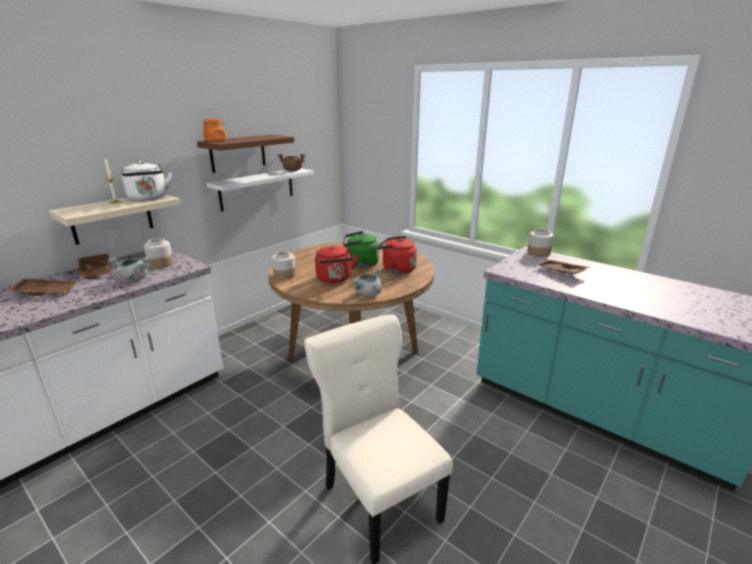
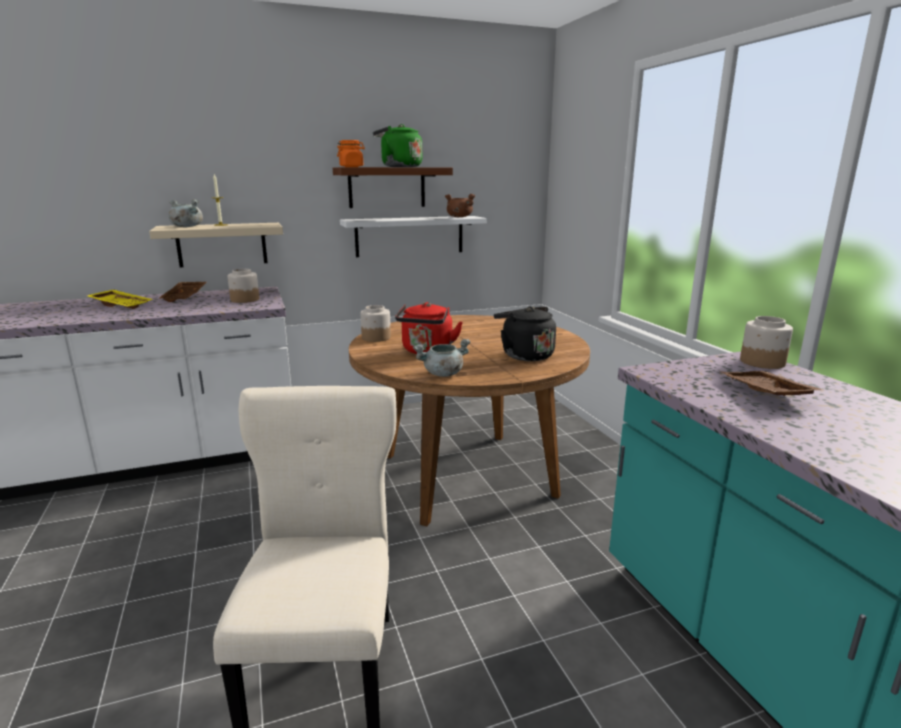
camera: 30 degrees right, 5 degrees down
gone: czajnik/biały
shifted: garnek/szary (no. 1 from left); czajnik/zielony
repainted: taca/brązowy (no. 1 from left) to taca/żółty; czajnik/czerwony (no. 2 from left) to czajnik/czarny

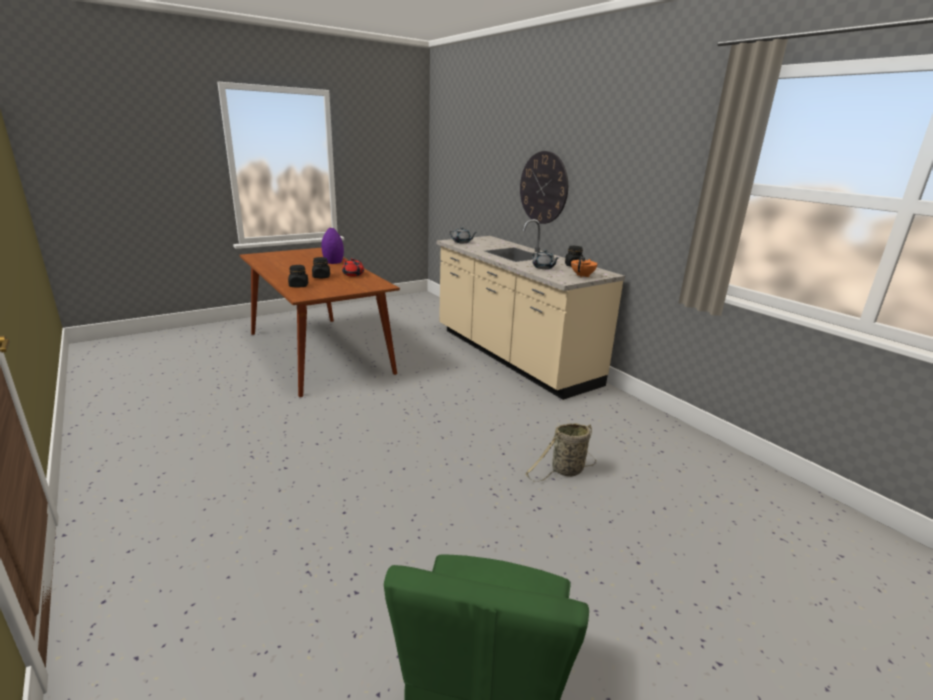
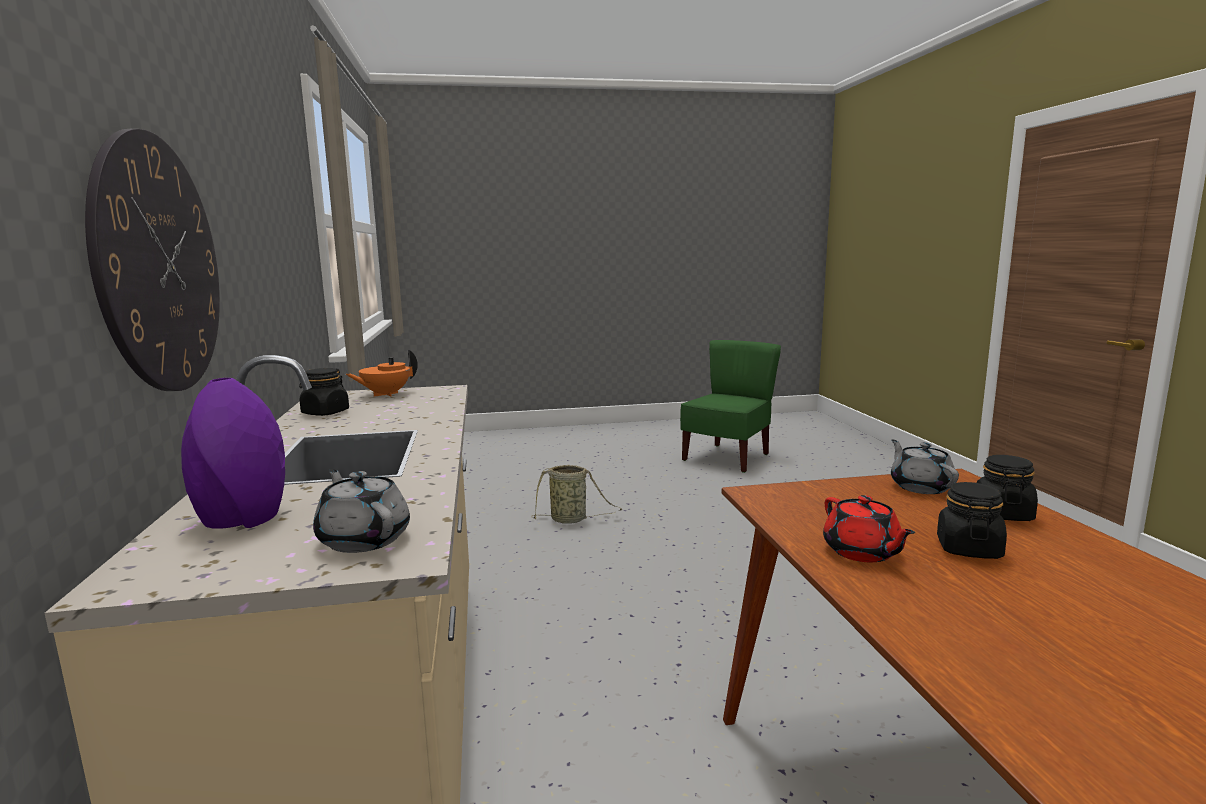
camera: 155 degrees left, 10 degrees down
shifted: wazon/fioletowy; imbryk/szary (no. 2 from left)

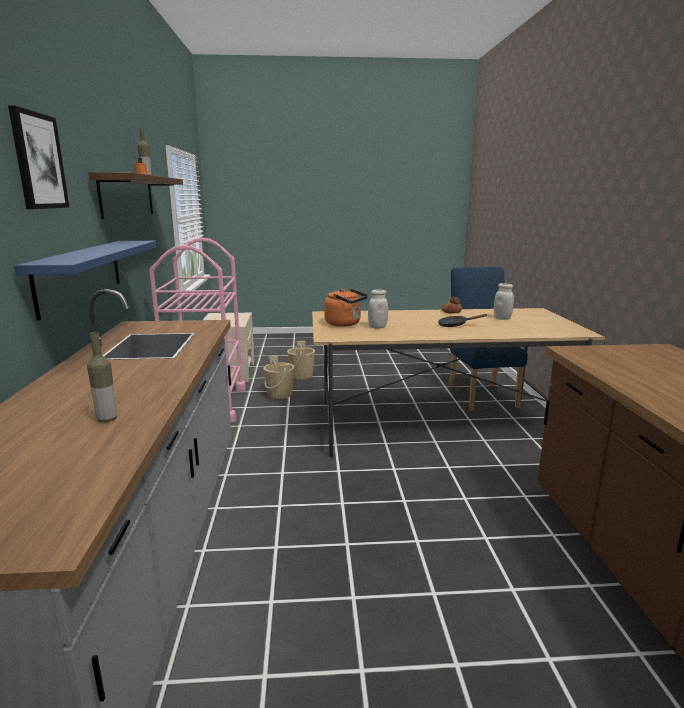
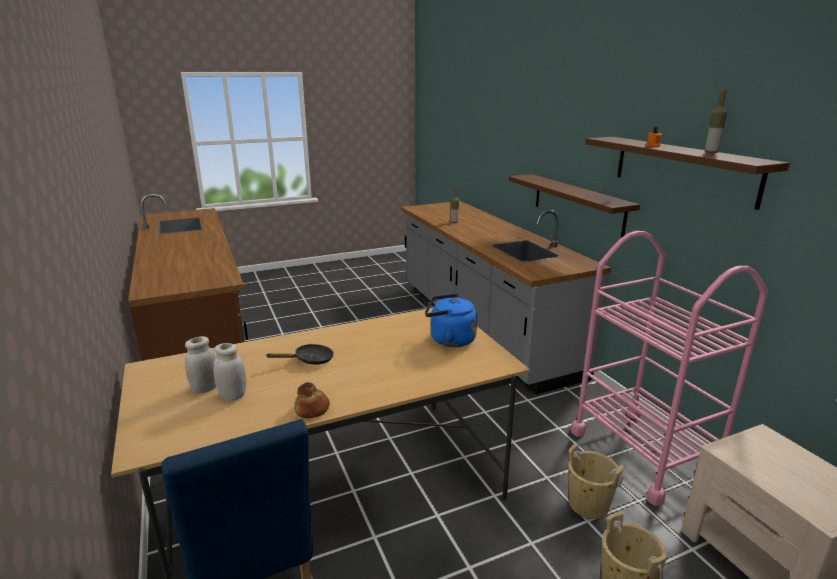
camera: 160 degrees right, 5 degrees up
gone: obraz
shifted: słoik/biały (no. 1 from left)
repainted: półka/niebieski to półka/brązowy (no. 1 from left); czajnik/pomarańczowy to czajnik/niebieski

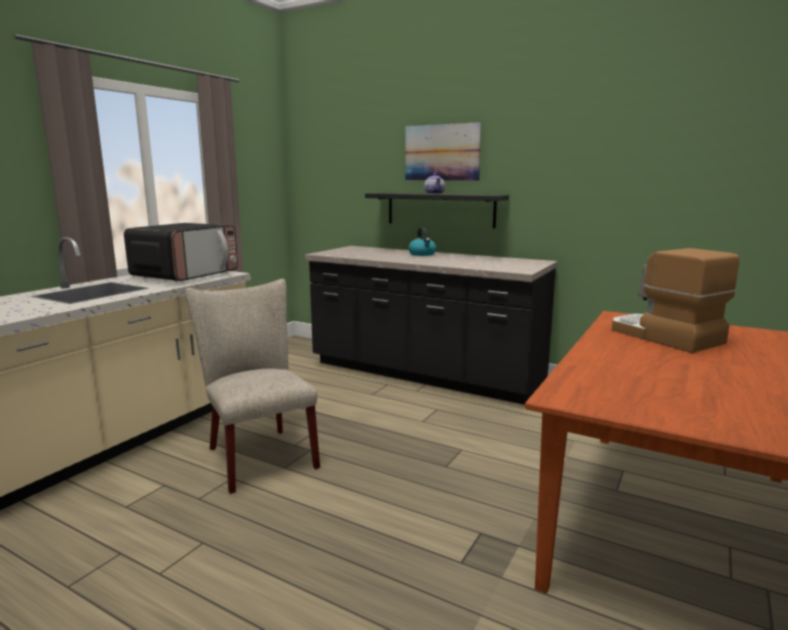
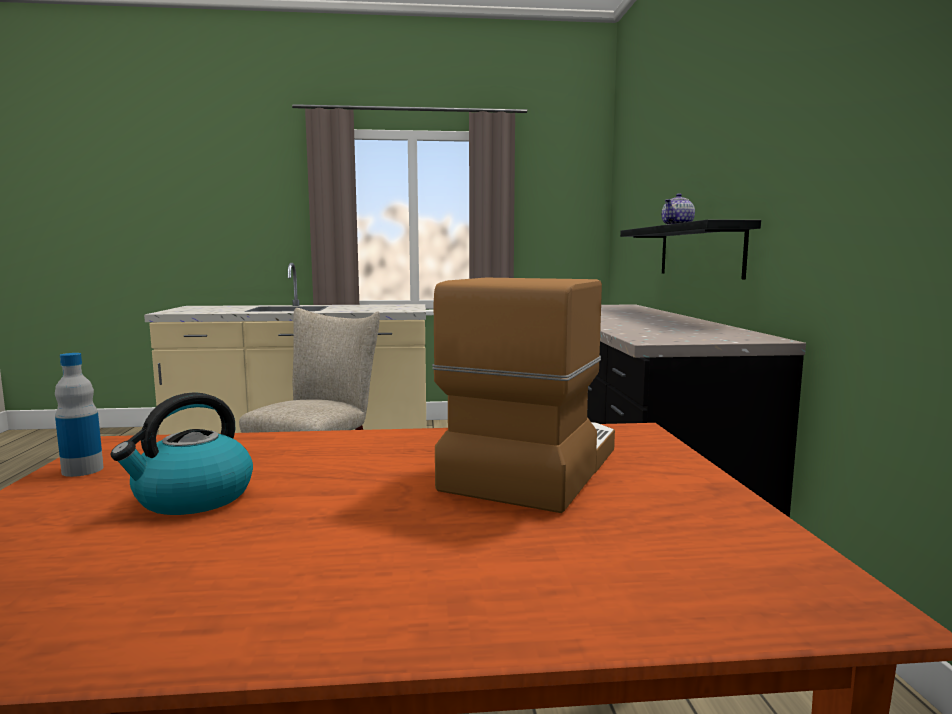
camera: 55 degrees right, 5 degrees down
gone: mikrofalówka; obraz
new: butelka
shifted: czajnik

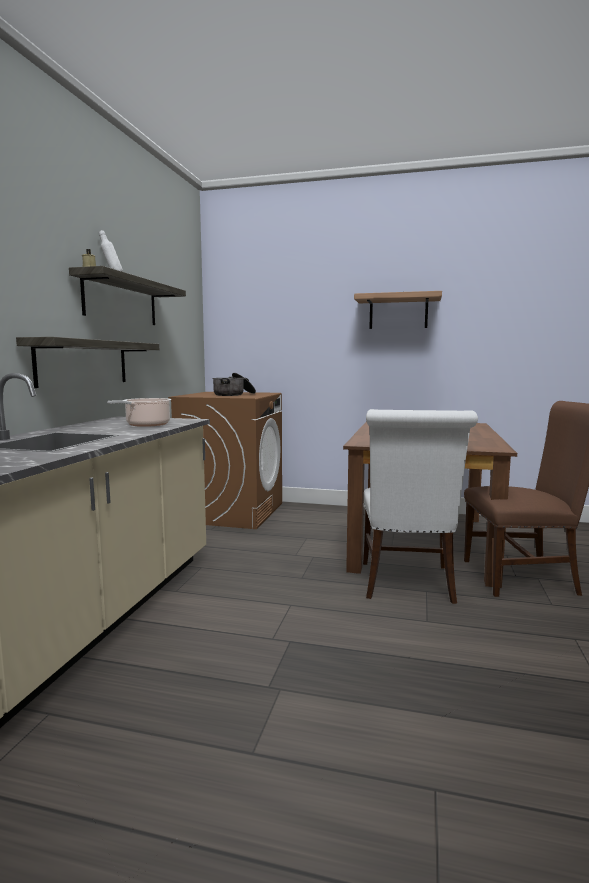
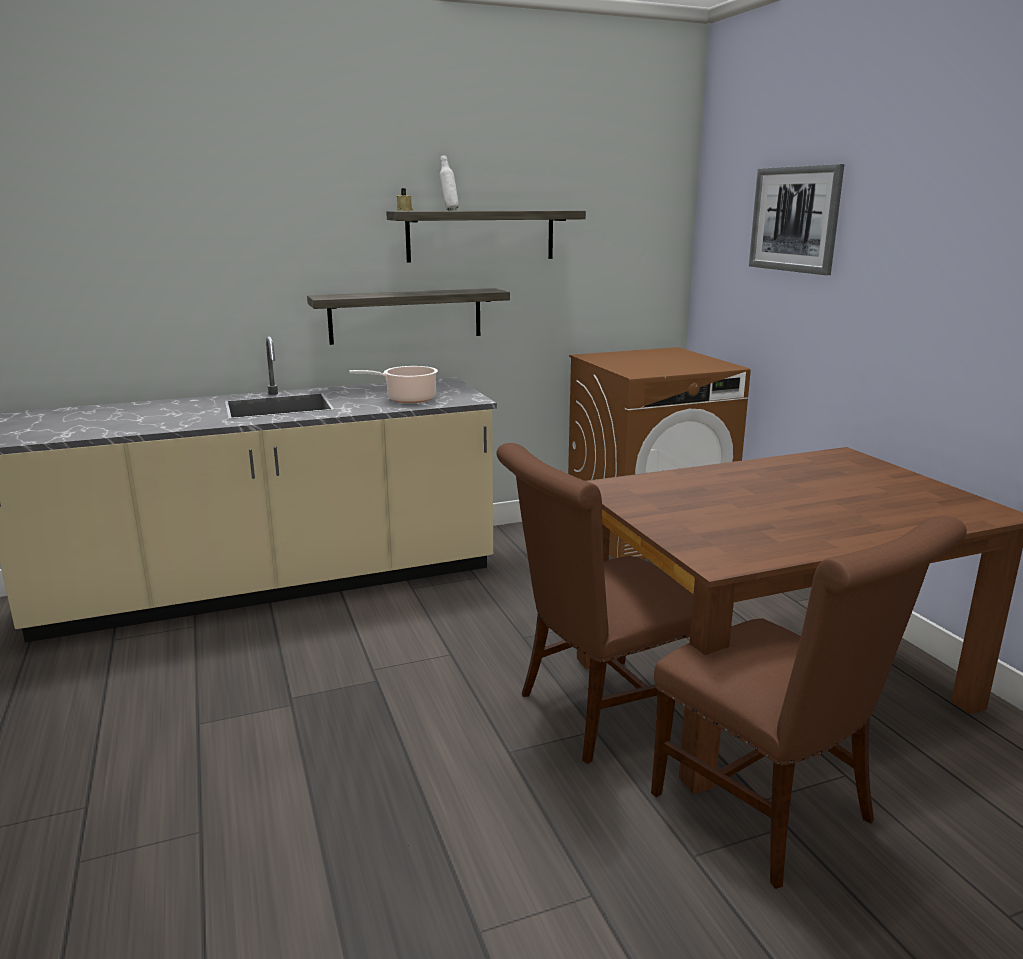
camera: 55 degrees right, 10 degrees up
gone: garnek (no. 2 from left); półka (no. 3 from left)
new: obraz
repainted: krzesło/biały to krzesło/brązowy (no. 1 from left)

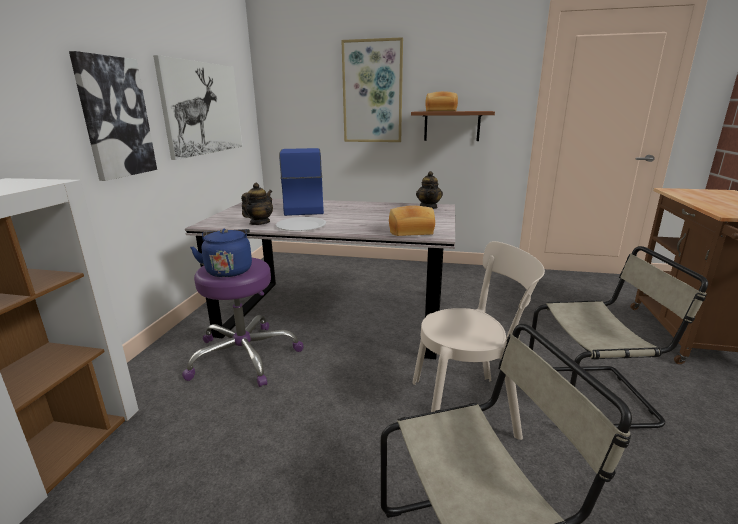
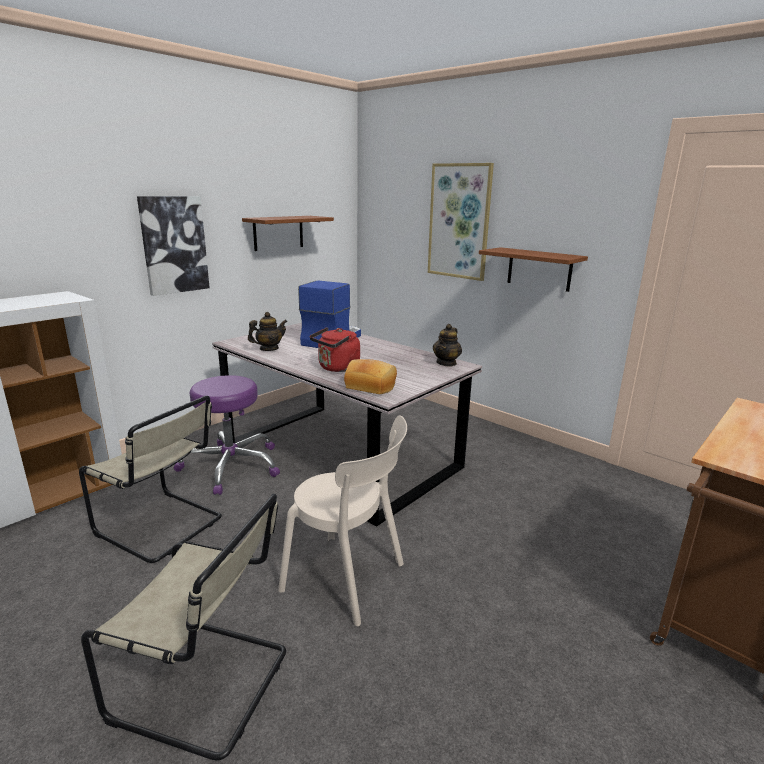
camera: 30 degrees right, 0 degrees up
gone: czajnik/niebieski; talerz/biały; chleb (no. 2 from left)
new: czajnik/czerwony
shifted: krzesło/beżowy (no. 3 from left in the first image) to krzesło/beżowy (no. 1 from left)
swapped: obraz (no. 2 from left) to półka/brązowy (no. 1 from left)

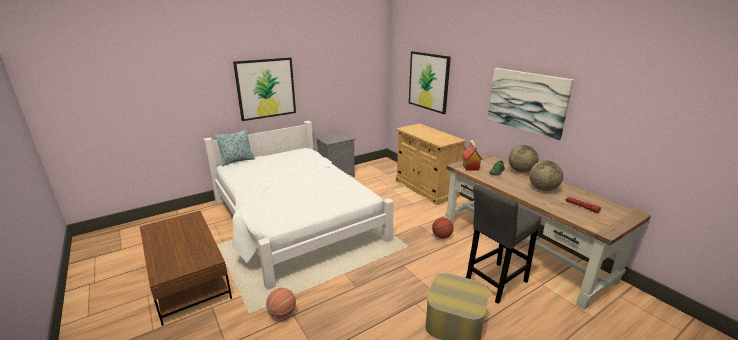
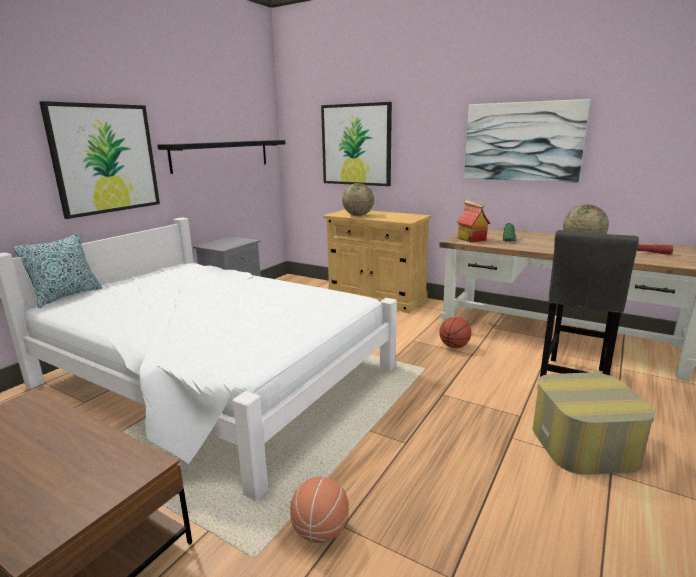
camera: 25 degrees left, 5 degrees down
new: półka/czarny
shifted: globus (no. 1 from left)

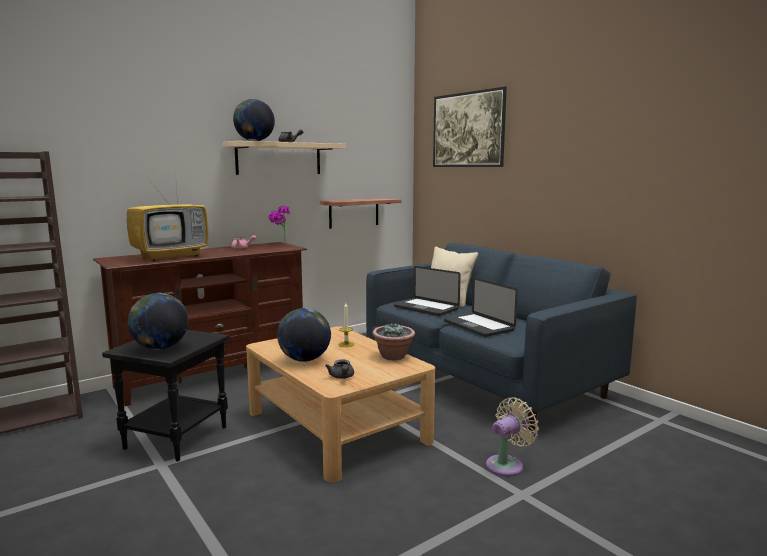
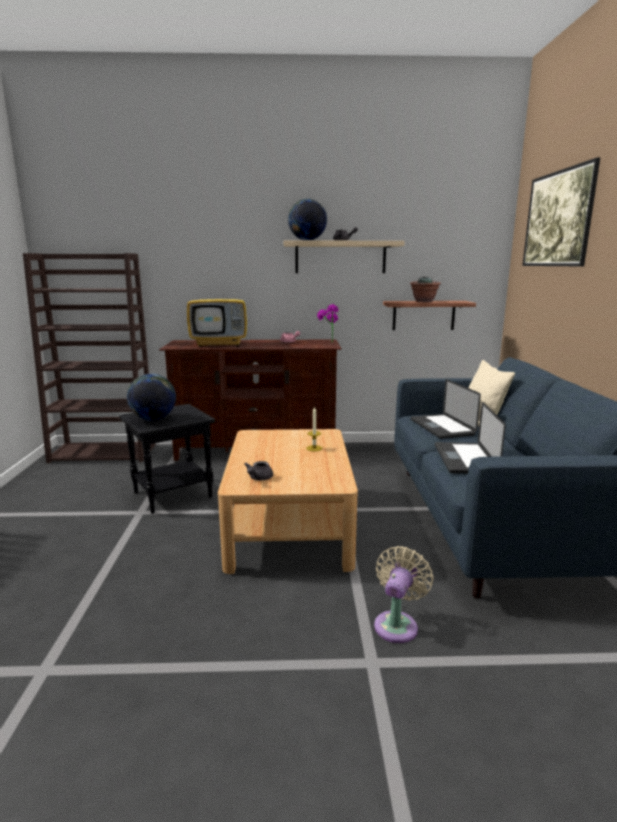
camera: 35 degrees right, 5 degrees up
gone: globus (no. 3 from left)
shifted: roślina doniczkowa (no. 2 from left)
rotated: wentylator/beżowy 60 degrees counterclockwise

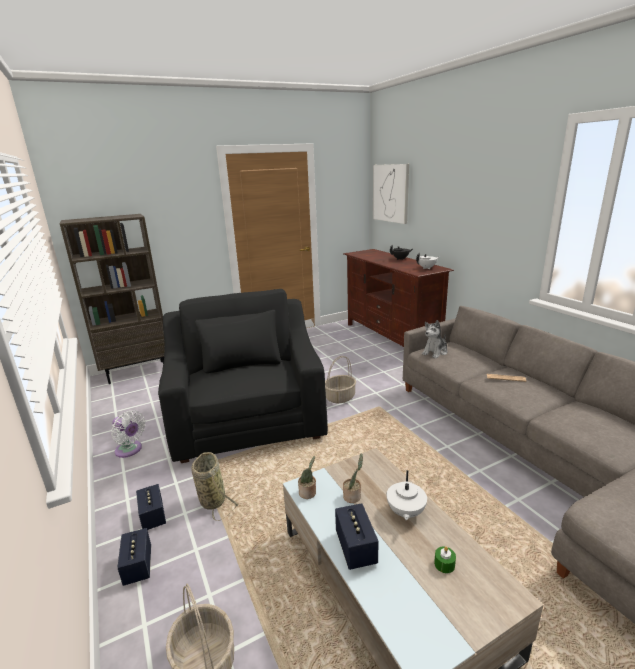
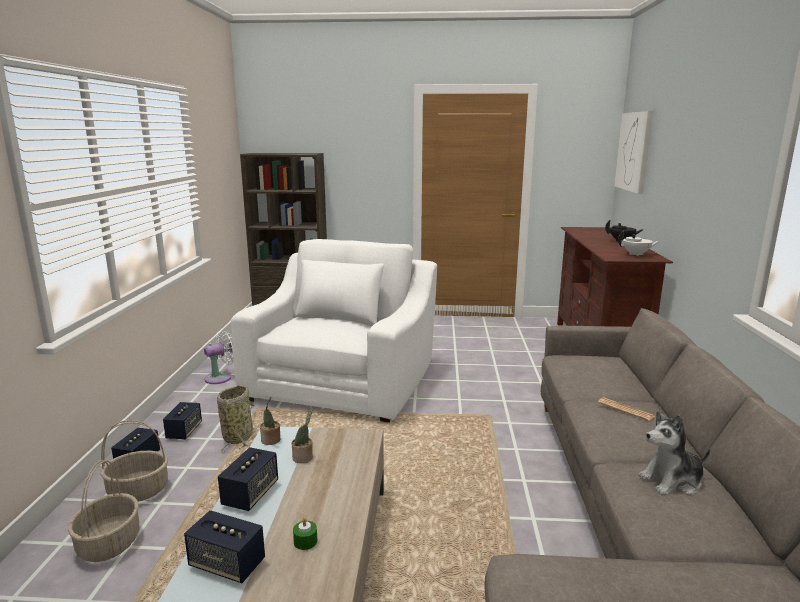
camera: 30 degrees right, 5 degrees down
gone: imbryk/biały (no. 1 from left)
new: głośnik (no. 3 from left)
shifted: koszyk (no. 3 from left in the first image) to koszyk (no. 2 from left); pluszak
repainted: fotel/czarny to fotel/biały
rotated: wentylator/biały 105 degrees counterclockwise

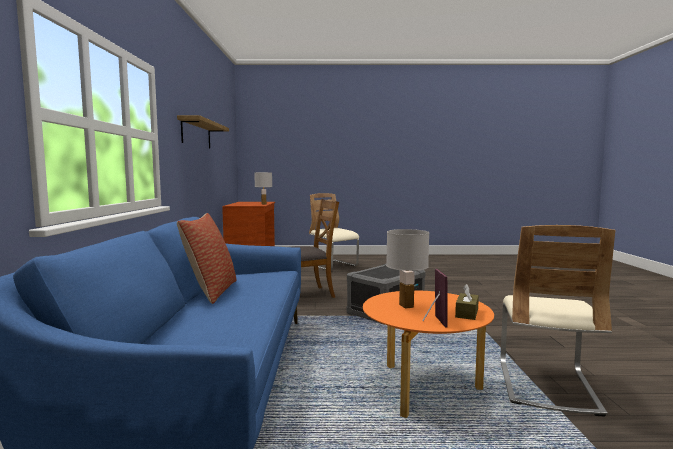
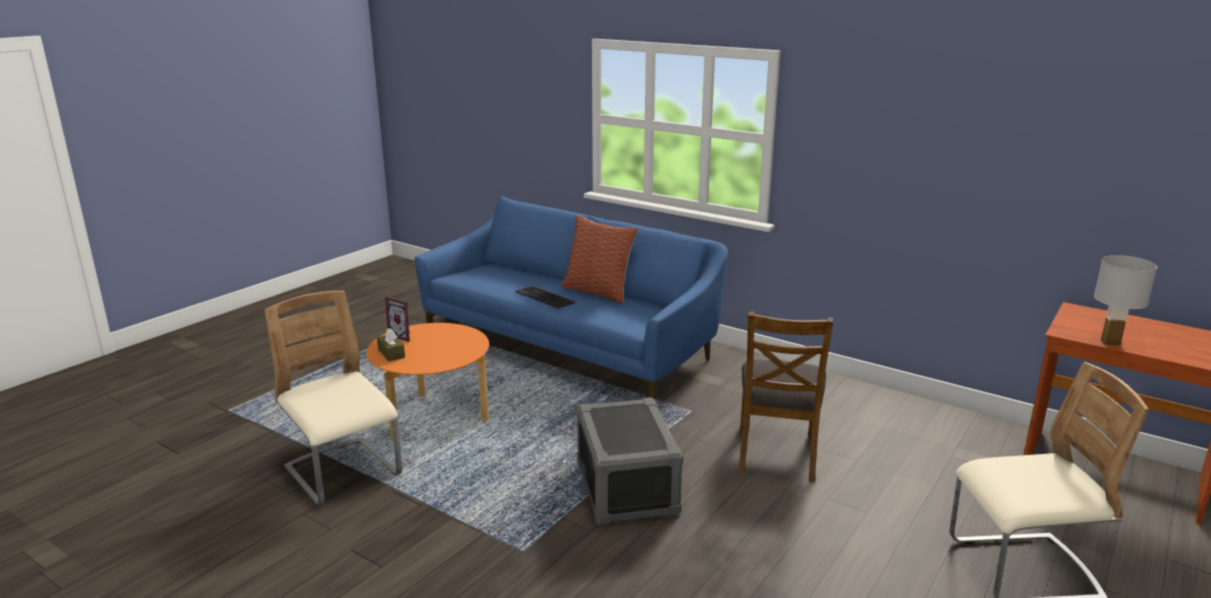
camera: 125 degrees right, 15 degrees up
gone: półka; lampa stołowa/biały (no. 2 from left)
new: klawiatura

